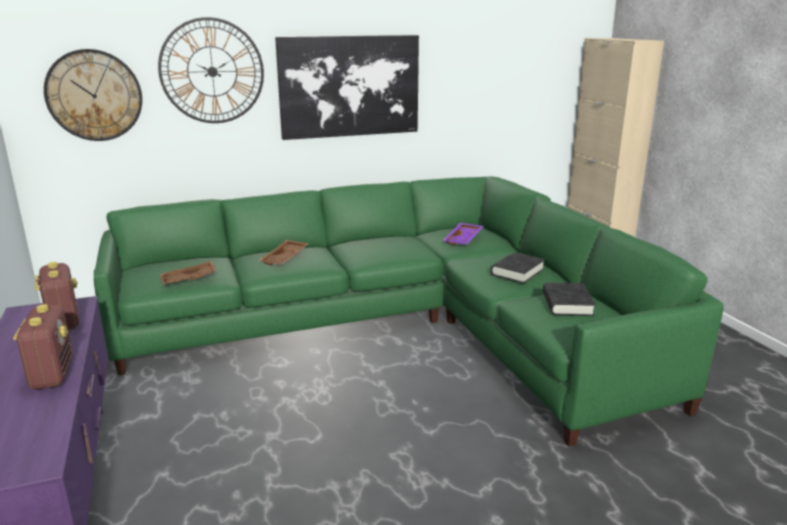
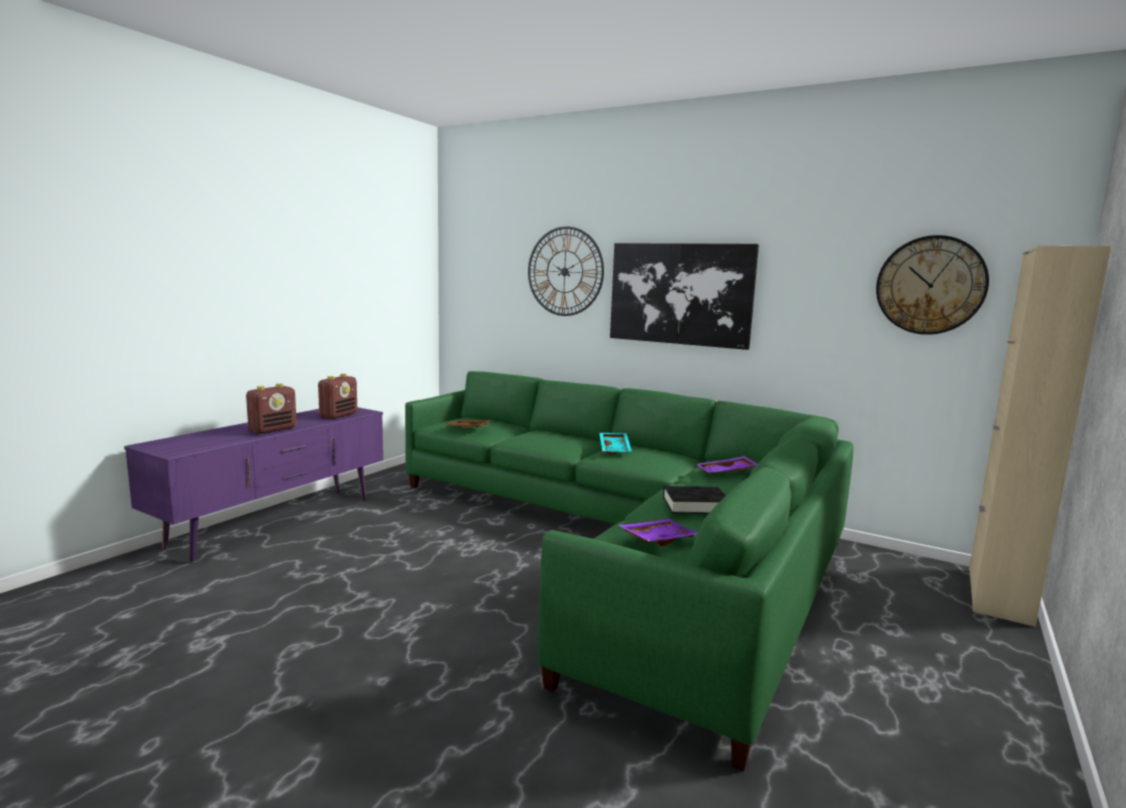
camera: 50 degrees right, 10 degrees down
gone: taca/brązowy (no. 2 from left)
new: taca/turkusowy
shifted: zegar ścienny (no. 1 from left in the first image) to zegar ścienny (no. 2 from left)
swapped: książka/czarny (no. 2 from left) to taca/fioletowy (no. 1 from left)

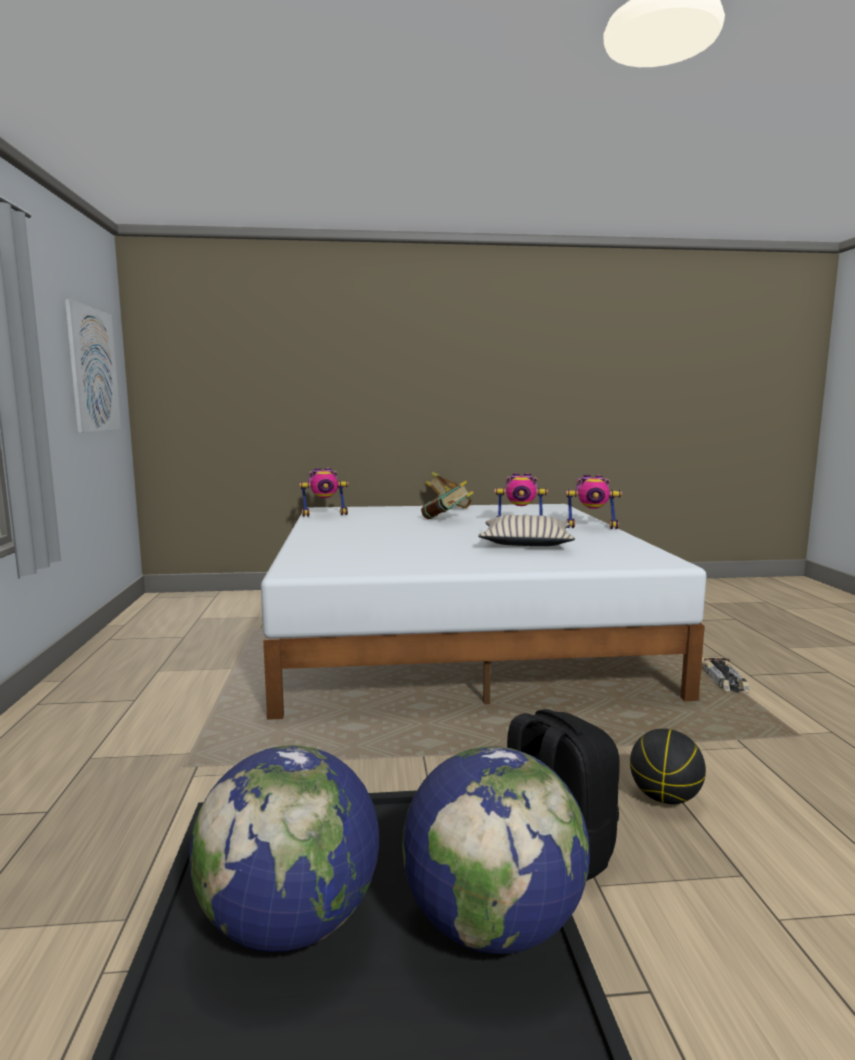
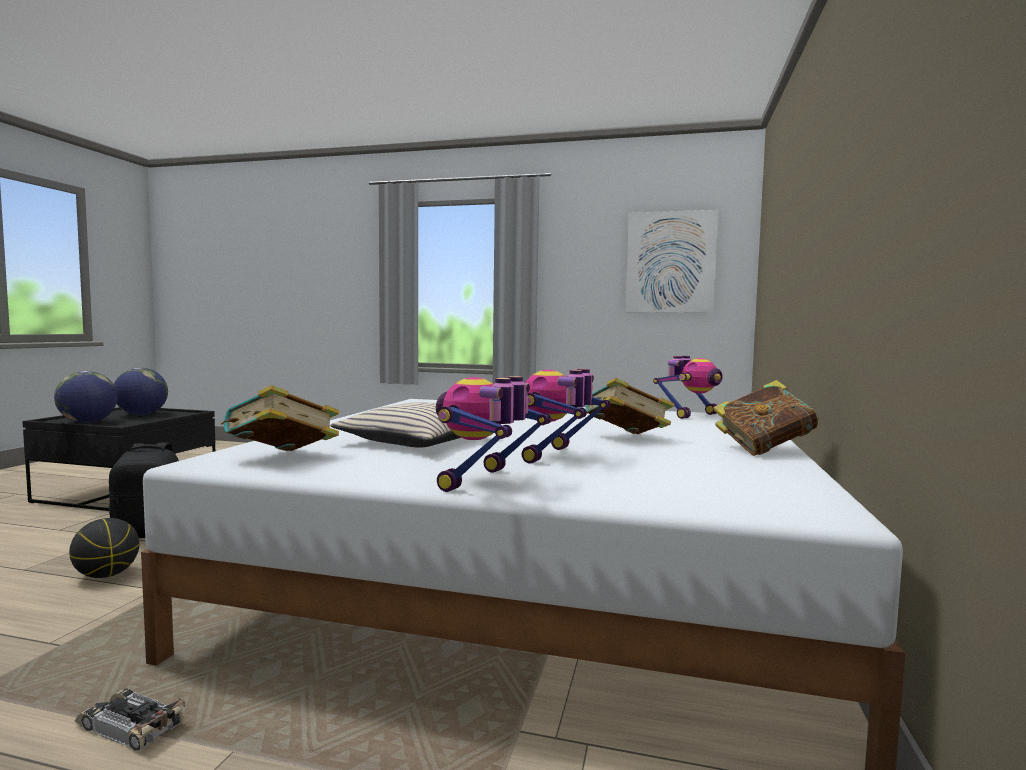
camera: 110 degrees right, 5 degrees down
new: książka (no. 1 from left)
rotated: robot zabawkowy (no. 1 from left in the first image) 135 degrees counterclockwise

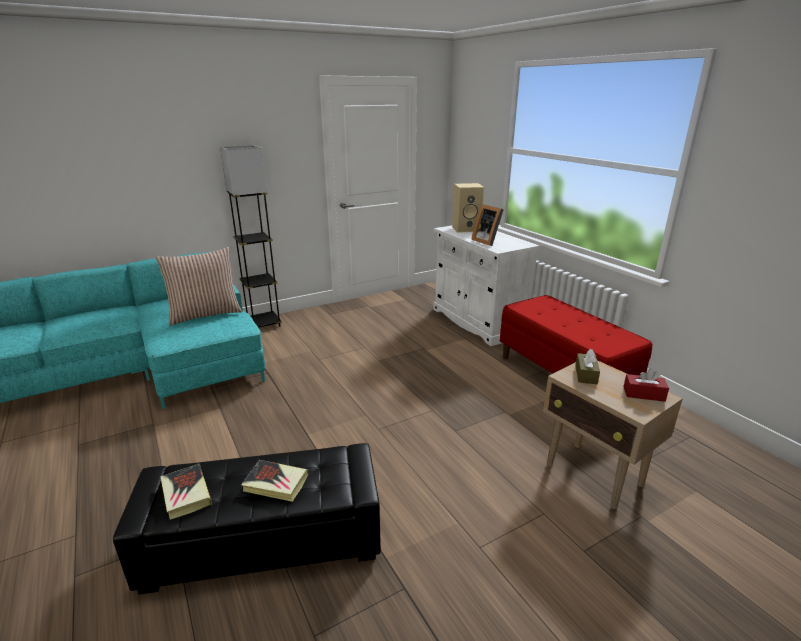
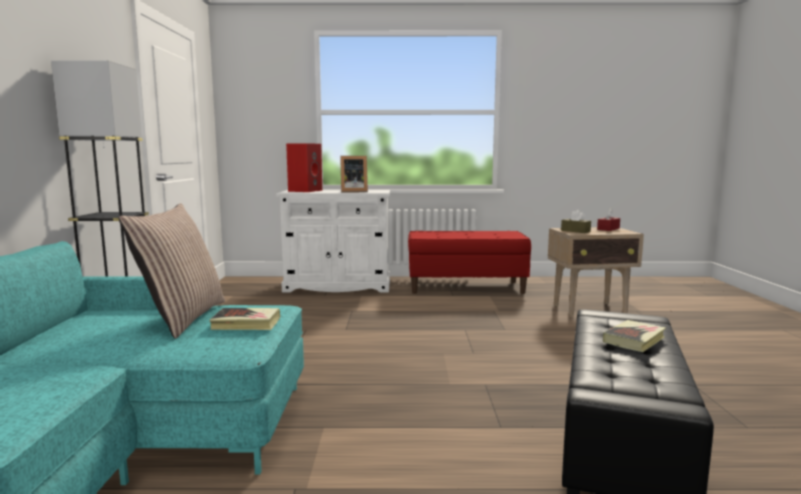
camera: 60 degrees left, 15 degrees down
shifted: książka (no. 1 from left)
repainted: głośnik/beżowy to głośnik/czerwony

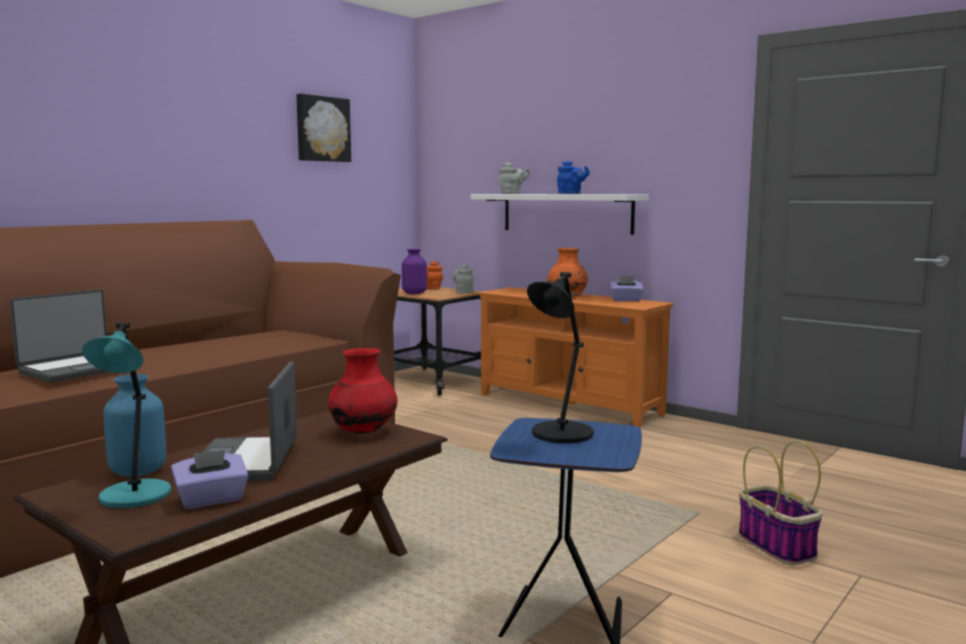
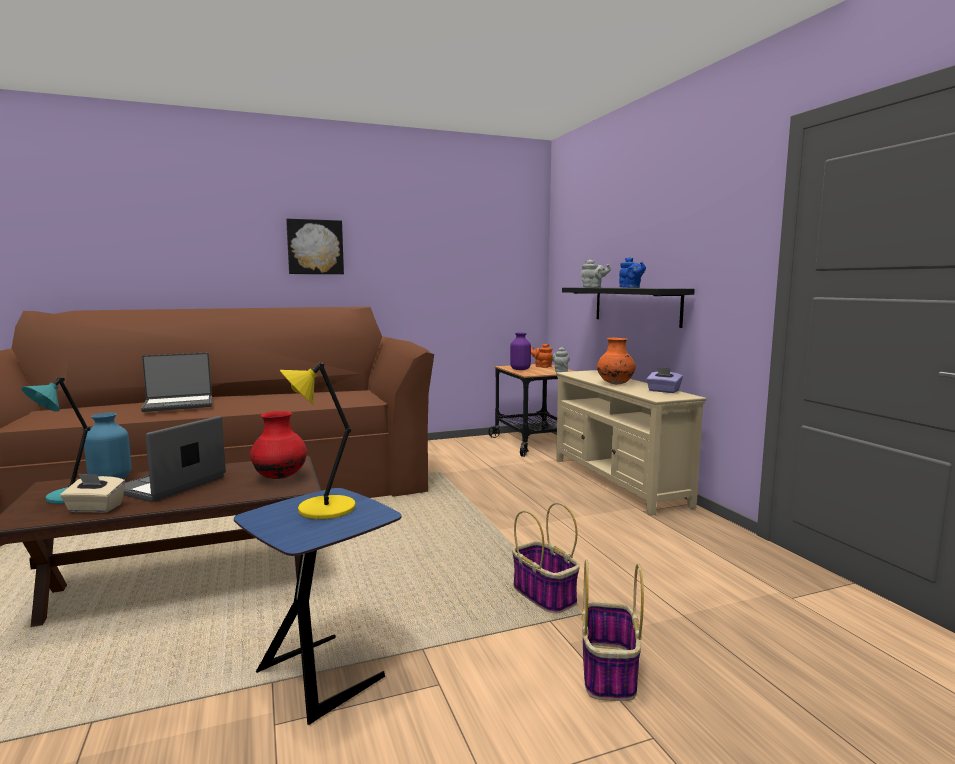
camera: 30 degrees right, 0 degrees up
new: koszyk (no. 1 from left)
shifted: obraz
repainted: pudełko chusteczek/fioletowy (no. 1 from left) to pudełko chusteczek/beżowy; półka/biały to półka/czarny; szafka pod telewizor/pomarańczowy to szafka pod telewizor/beżowy; lampa stołowa/czarny to lampa stołowa/żółty

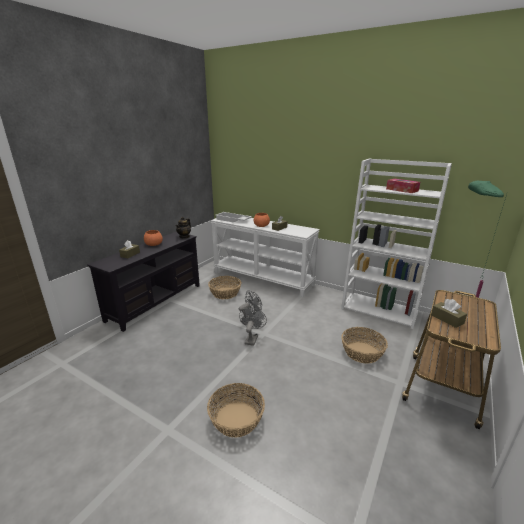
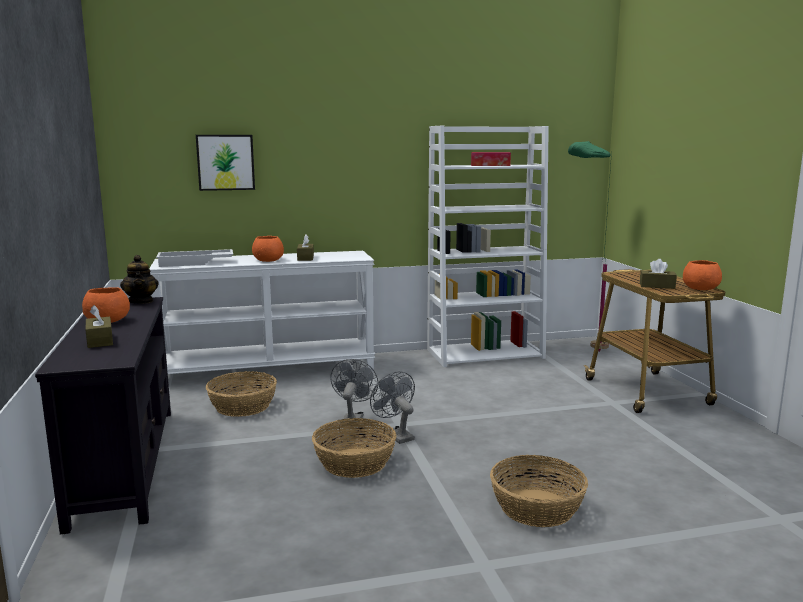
camera: 45 degrees left, 10 degrees down
new: obraz; miska/pomarańczowy (no. 3 from left)
shifted: koszyk (no. 3 from left in the first image) to koszyk (no. 2 from left)

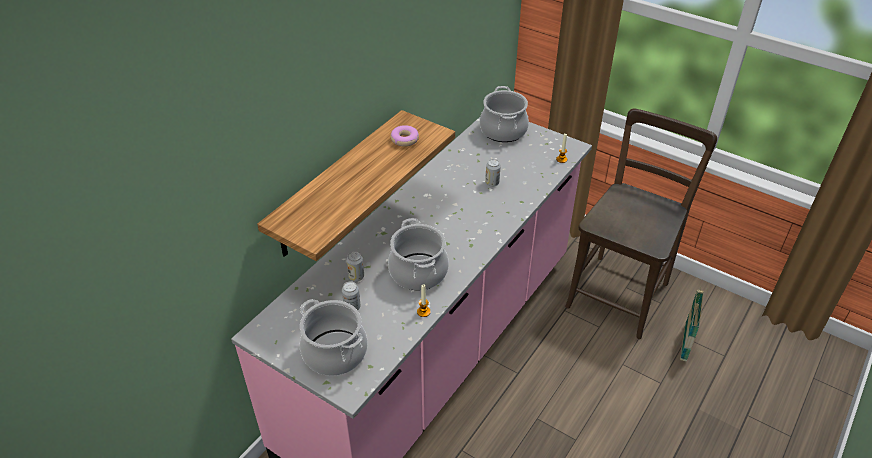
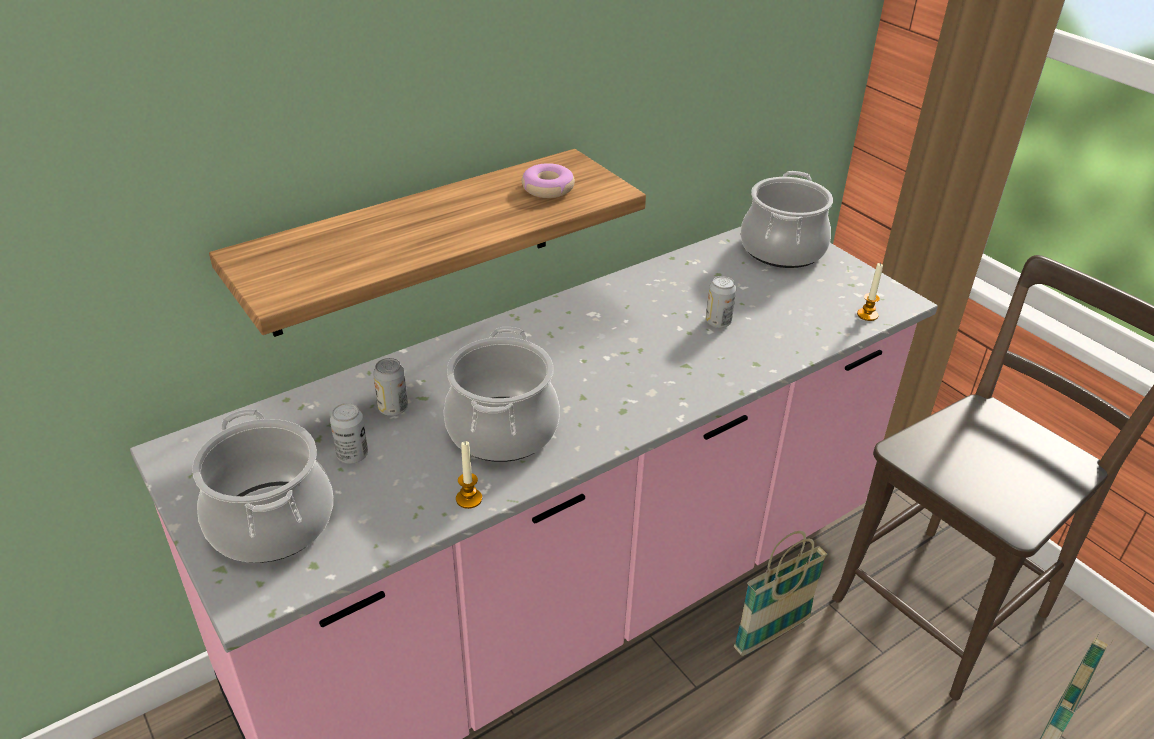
camera: 20 degrees right, 5 degrees down
new: koszyk (no. 1 from left)

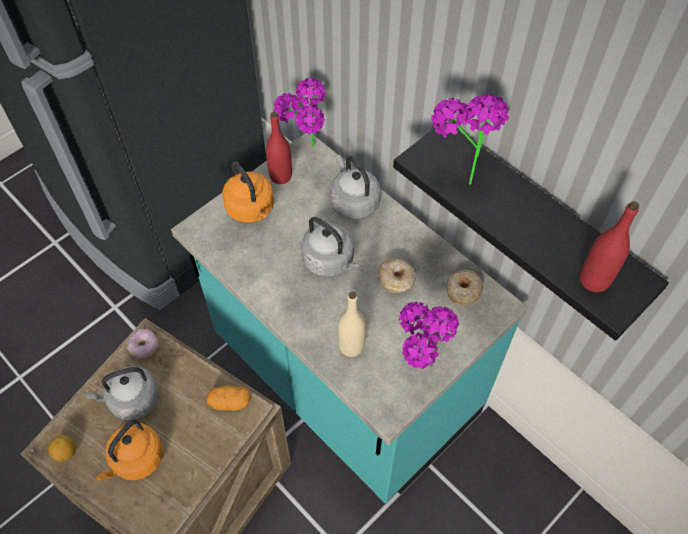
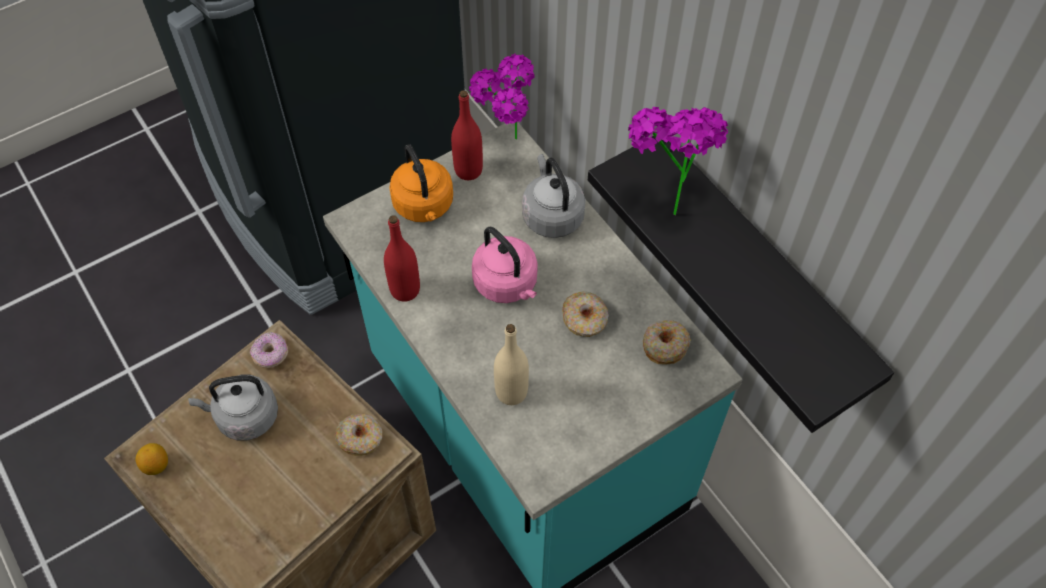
camera: 10 degrees right, 0 degrees up
gone: czajnik/pomarańczowy (no. 1 from left); roślina doniczkowa (no. 2 from left)
shifted: butelka/czerwony (no. 2 from left in the first image) to butelka/czerwony (no. 1 from left)
swapped: ziemniak to donut (no. 2 from left)
repainted: czajnik/szary (no. 2 from left) to czajnik/różowy

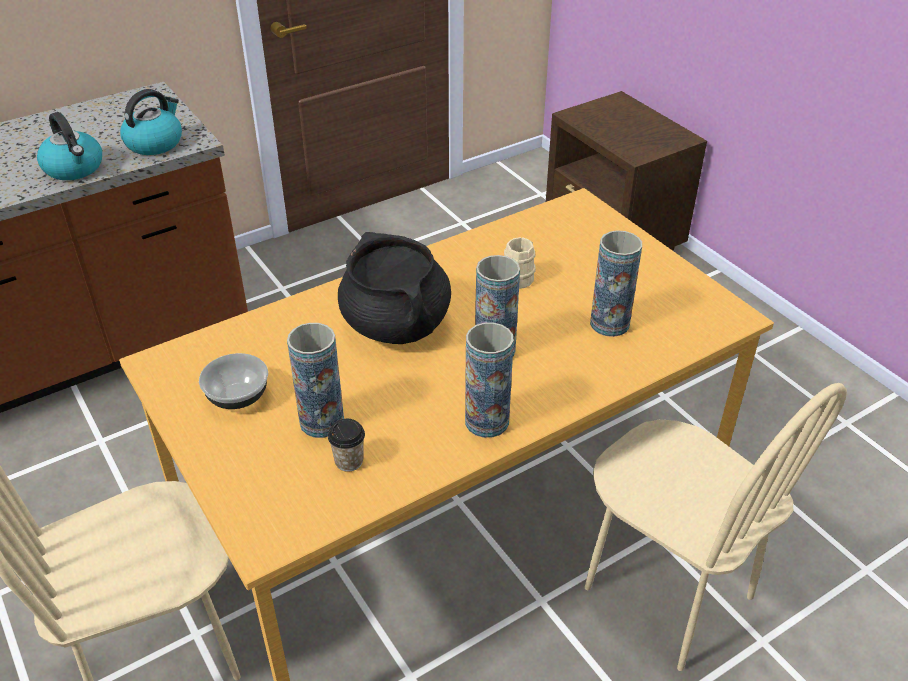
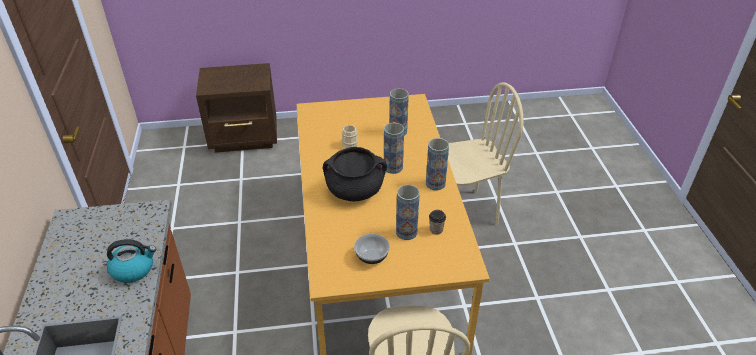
camera: 65 degrees left, 0 degrees up
gone: czajnik (no. 2 from left)

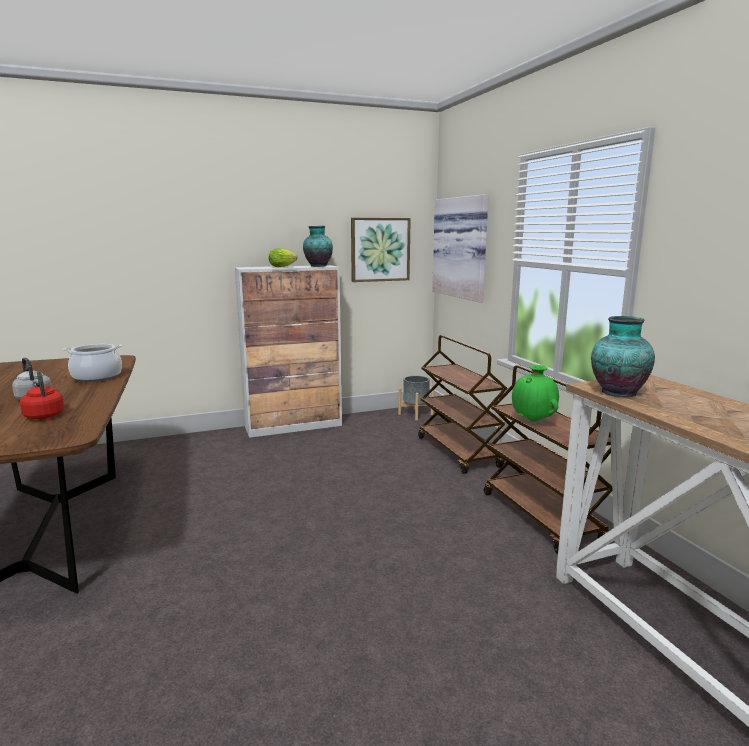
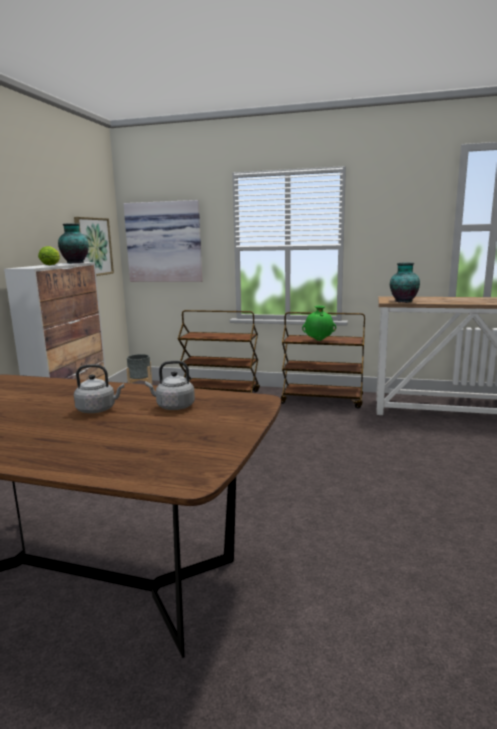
camera: 55 degrees left, 0 degrees up
gone: garnek
repainted: czajnik/czerwony to czajnik/szary (no. 2 from left)

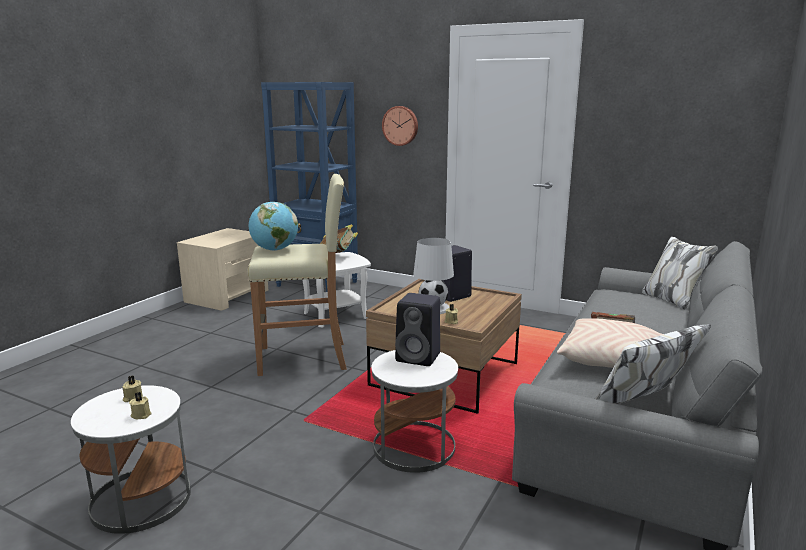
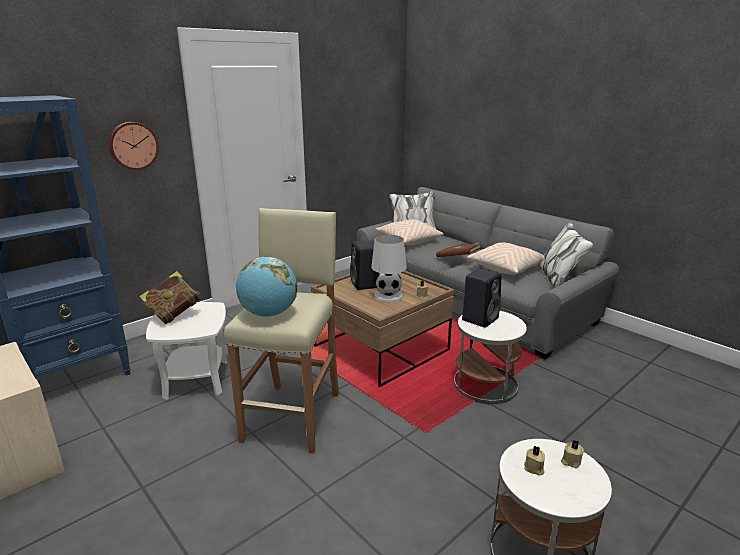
camera: 70 degrees left, 5 degrees up
new: poduszka/beżowy (no. 1 from left)

